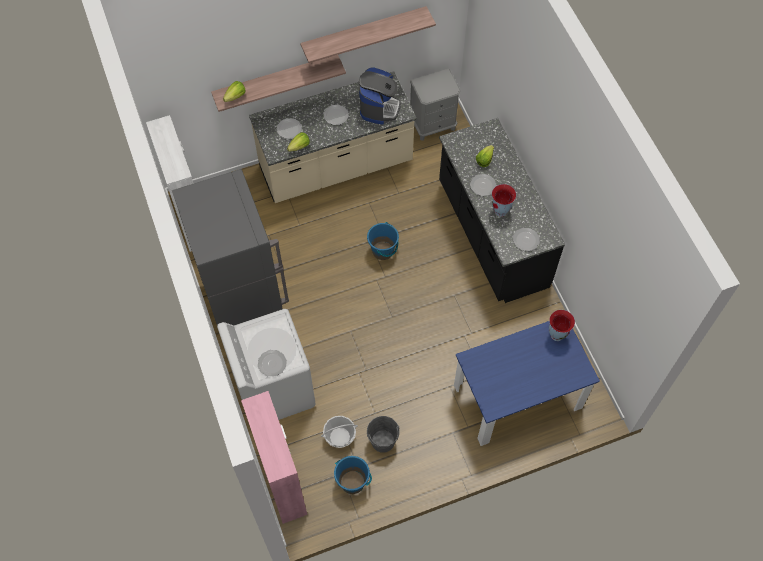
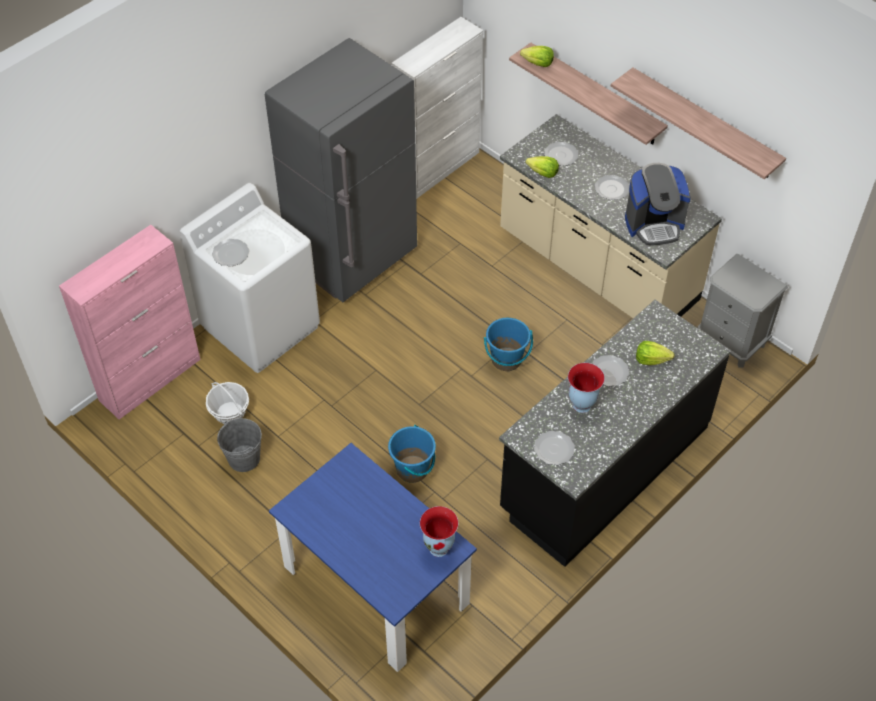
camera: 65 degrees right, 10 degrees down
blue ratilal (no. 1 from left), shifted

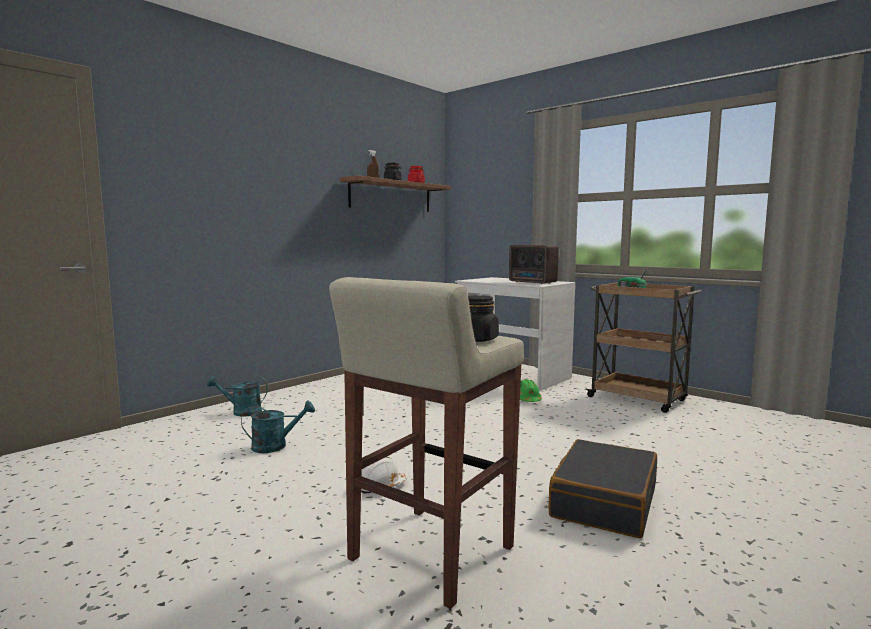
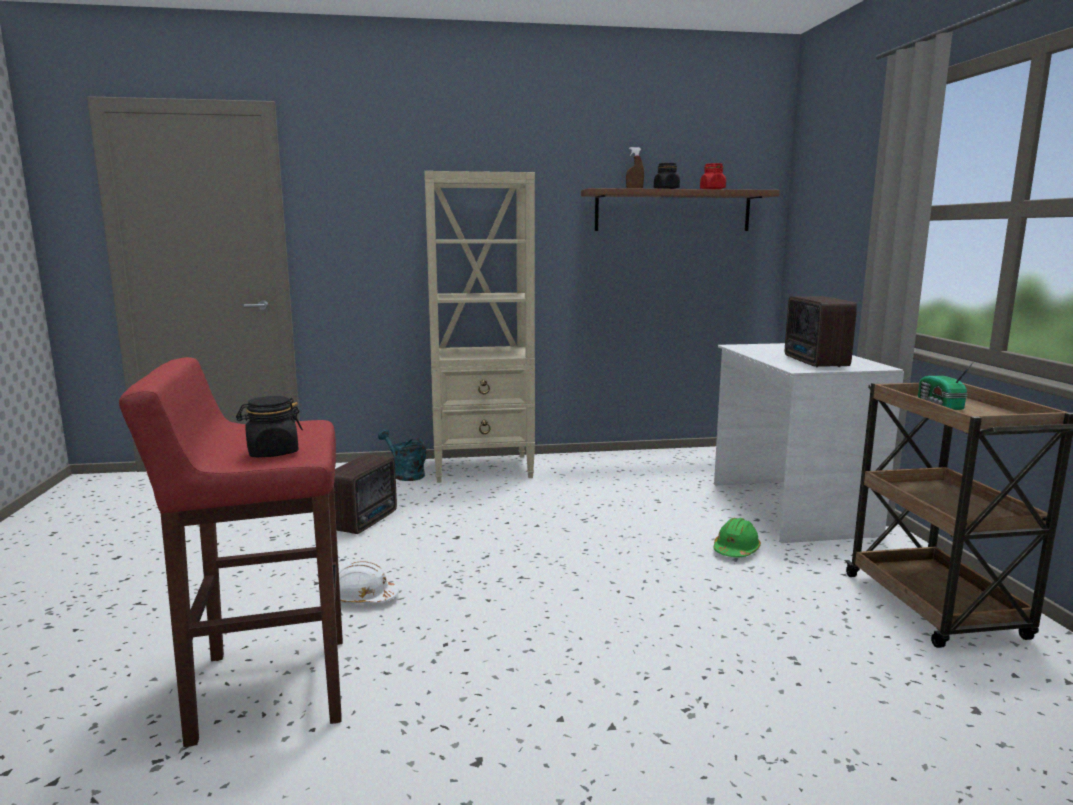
camera: 40 degrees right, 5 degrees up
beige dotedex → red dotedex
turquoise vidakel (no. 2 from left) → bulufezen (no. 1 from left)
- → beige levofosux
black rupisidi → -

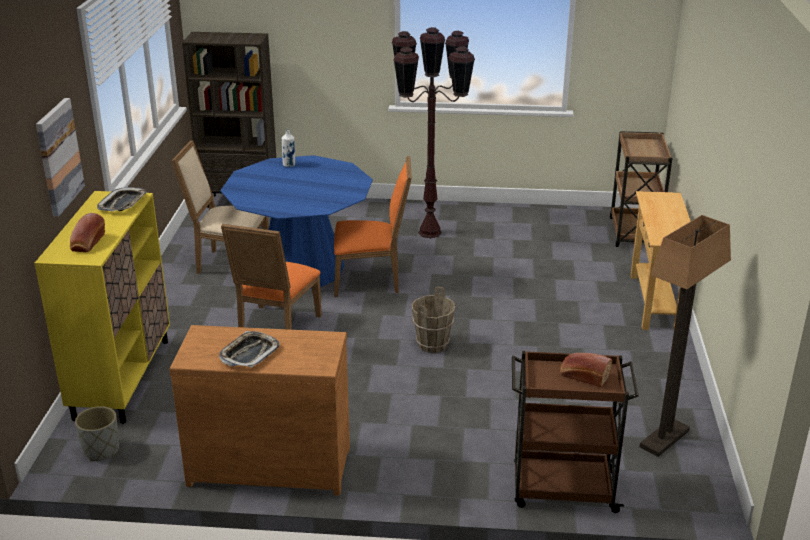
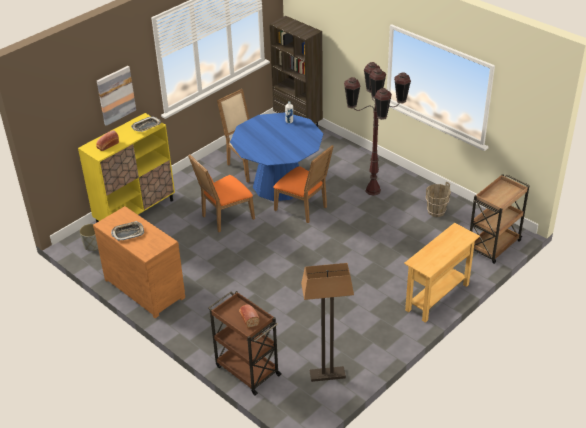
camera: 40 degrees right, 10 degrees up
brown ratilal, shifted

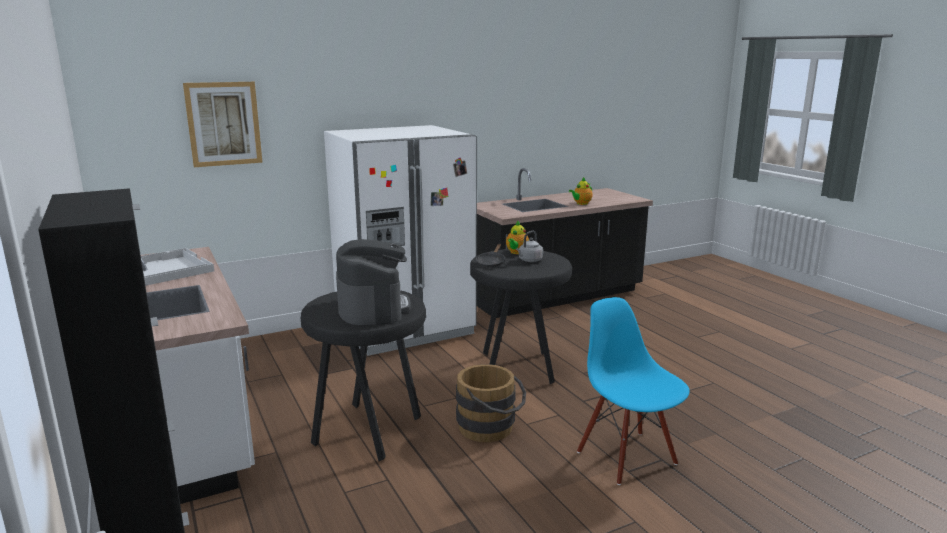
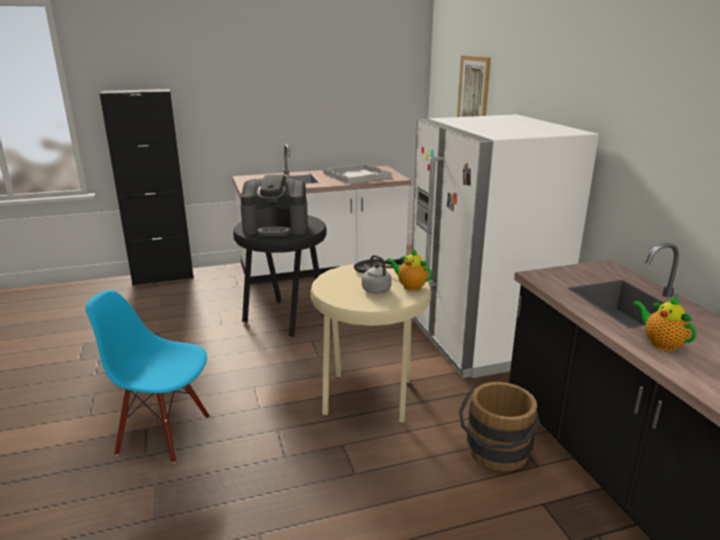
camera: 100 degrees right, 5 degrees up
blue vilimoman, 150 degrees counterclockwise
black dotedex (no. 2 from left) → beige dotedex
brown ratilal, shifted

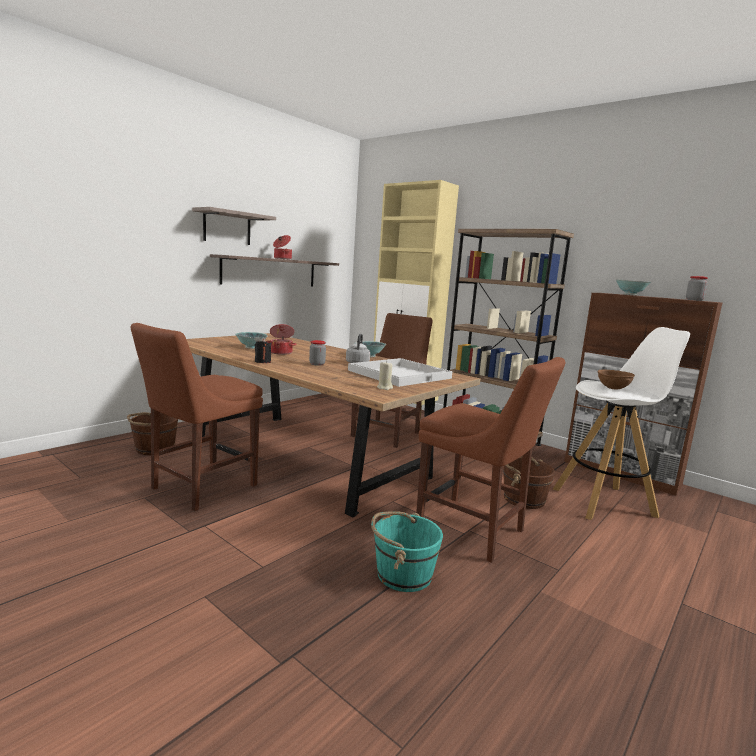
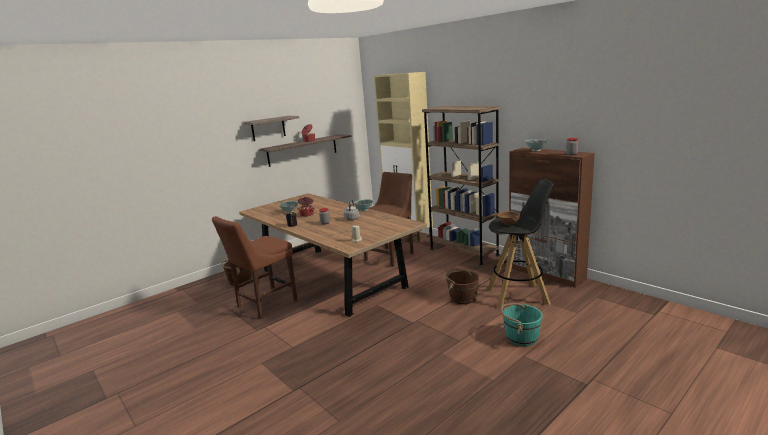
camera: 10 degrees right, 5 degrees up
white dotedex → black dotedex
turquoise ratilal, shifted
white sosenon → -
brown vilimoman (no. 3 from left) → -

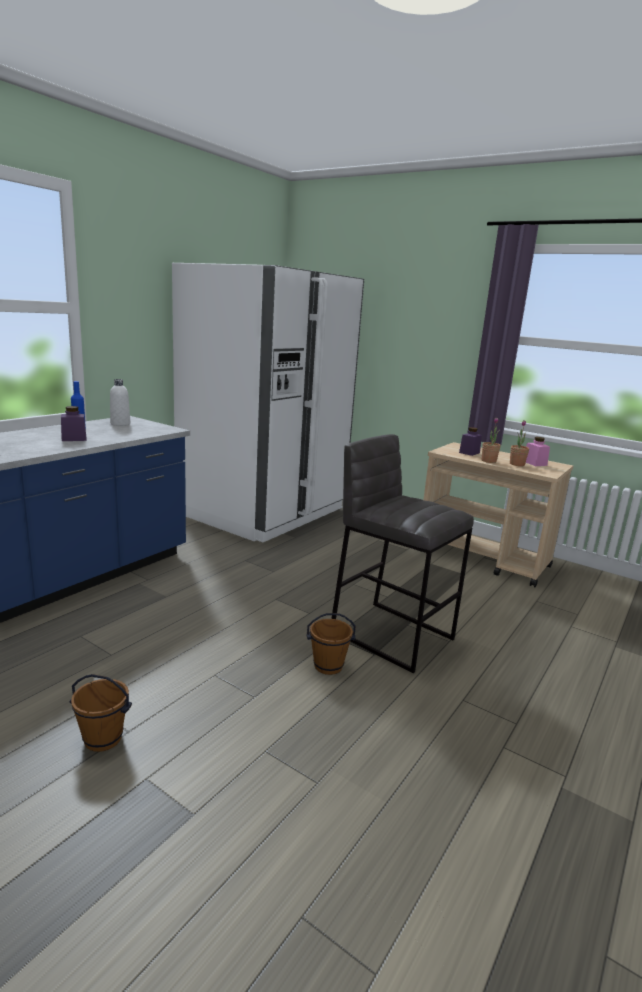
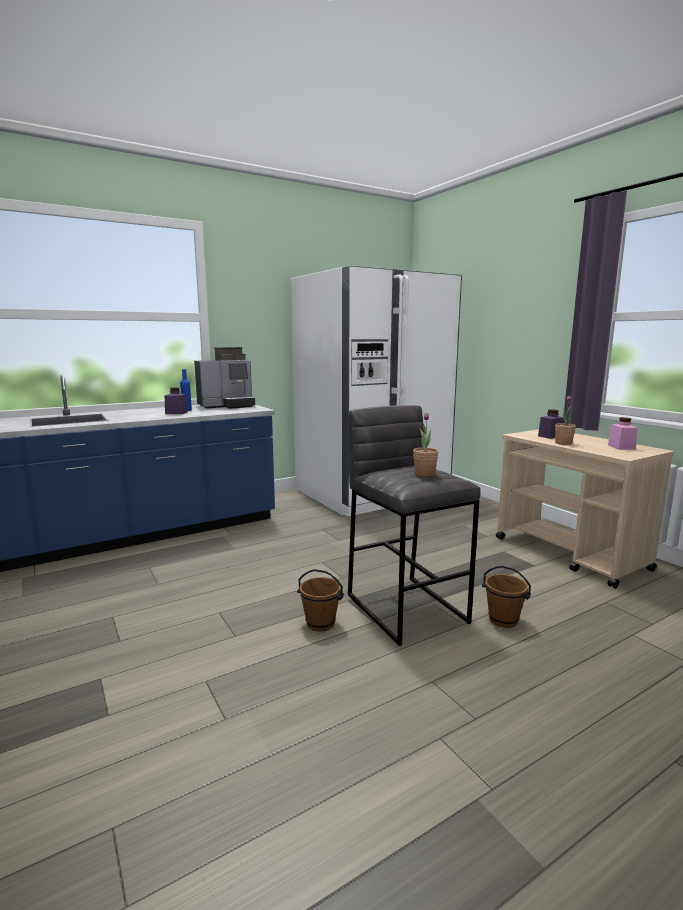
camera: 25 degrees right, 5 degrees down
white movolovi → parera
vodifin (no. 2 from left in the first image) → vodifin (no. 1 from left), shifted
brown ratilal (no. 1 from left in the first image) → brown ratilal (no. 2 from left), shifted

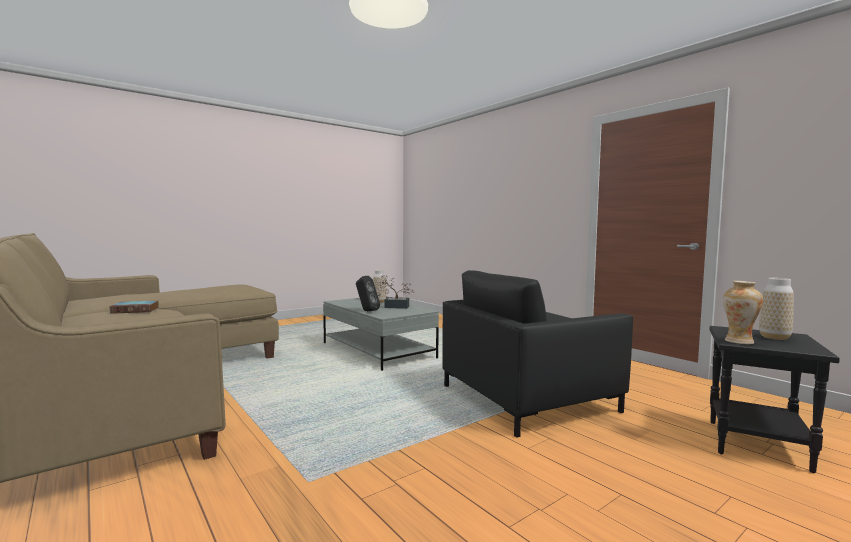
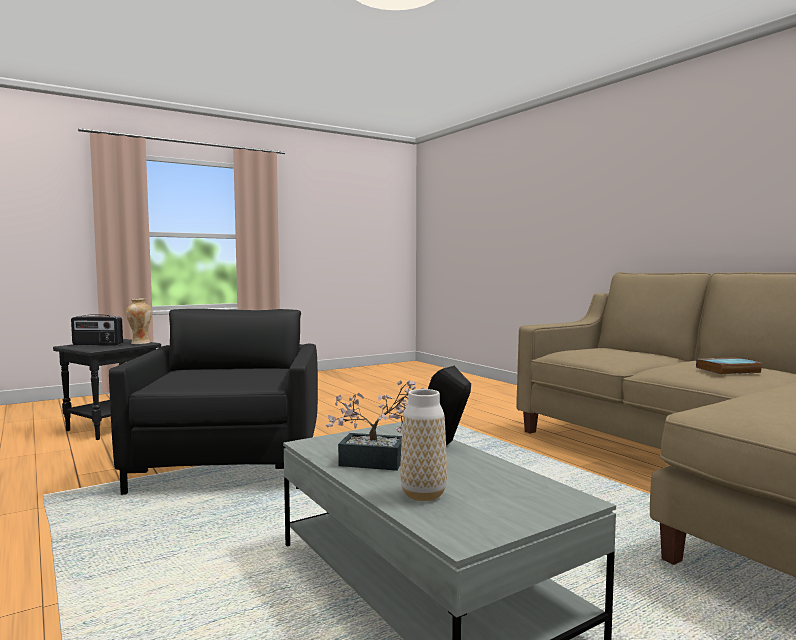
camera: 175 degrees left, 0 degrees up
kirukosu (no. 3 from left) → bulufezen
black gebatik, 75 degrees counterclockwise

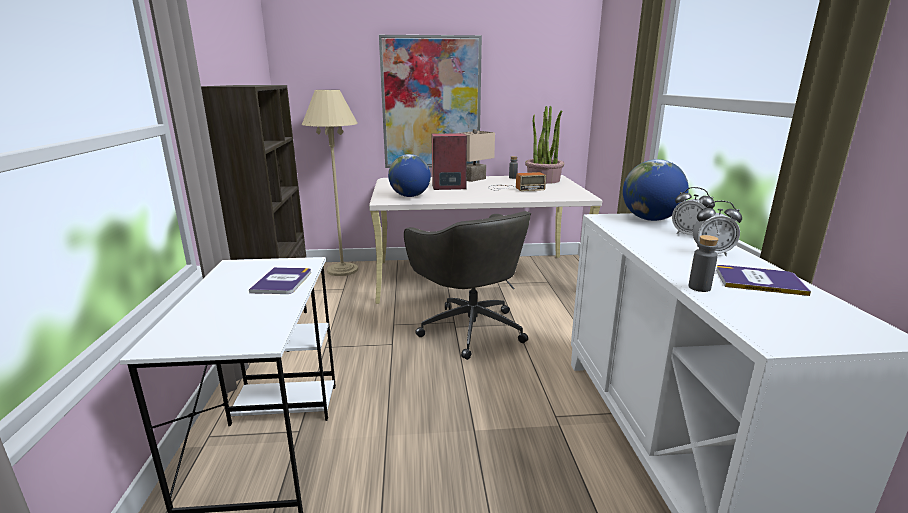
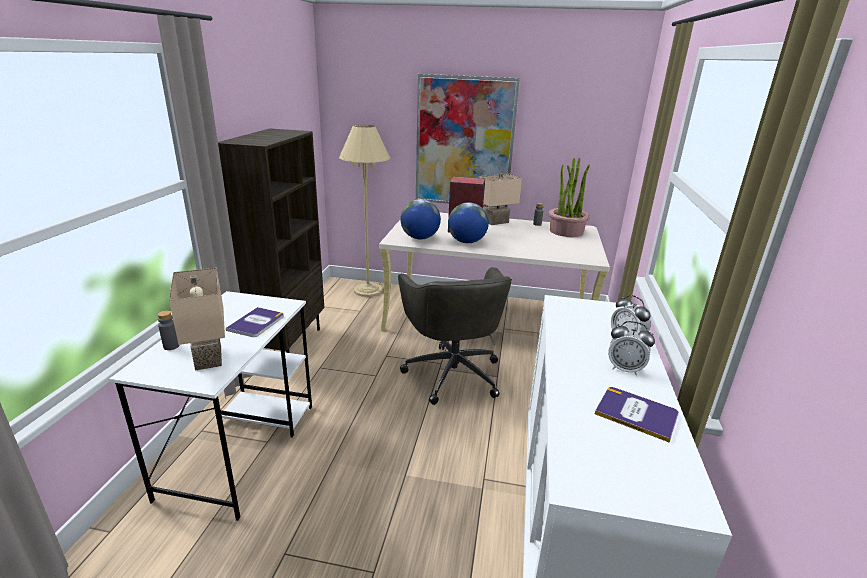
camera: 15 degrees right, 5 degrees up
grey movolovi (no. 2 from left in the first image) → grey movolovi (no. 1 from left), shifted
- → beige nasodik (no. 1 from left)
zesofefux (no. 2 from left), shifted
bulufezen → -

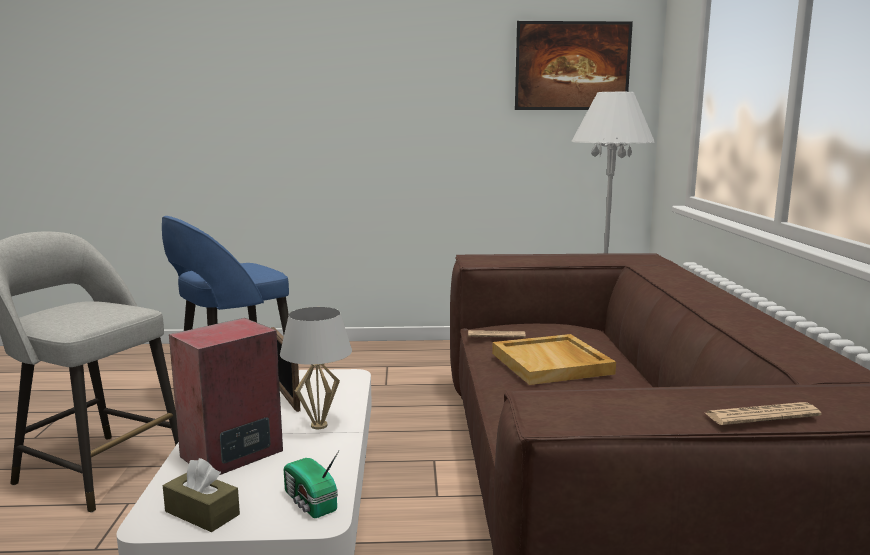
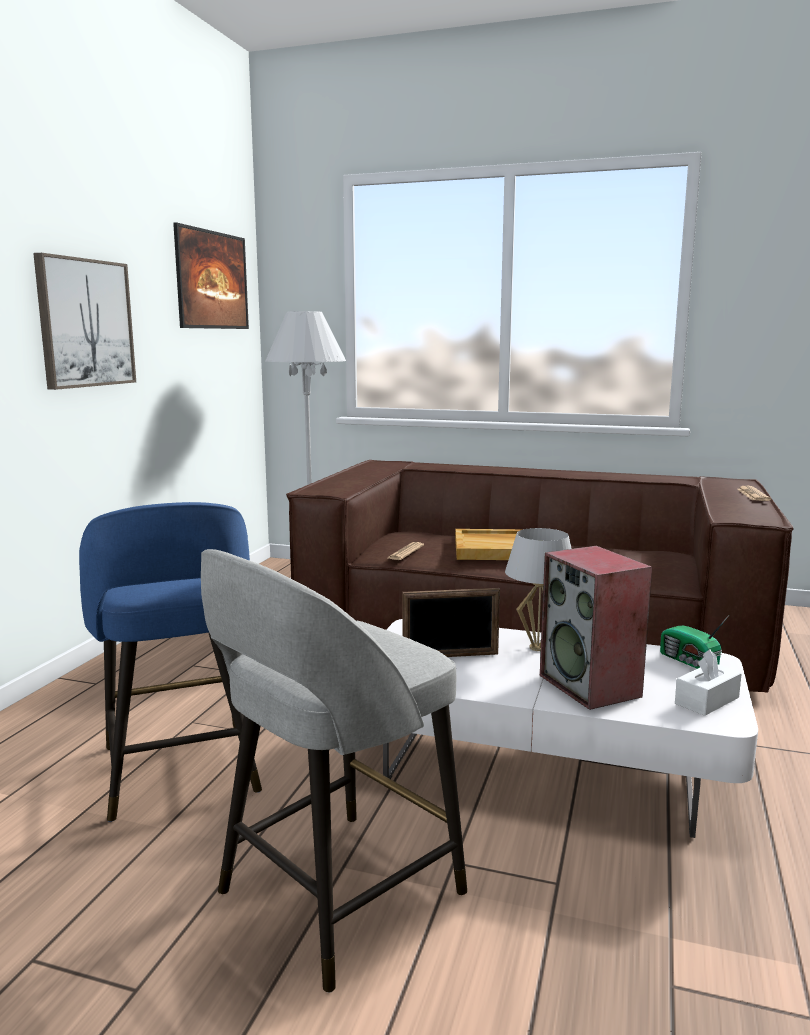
camera: 70 degrees left, 0 degrees up
- → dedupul (no. 1 from left)
bulufezen, 75 degrees clockwise
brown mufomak → white mufomak

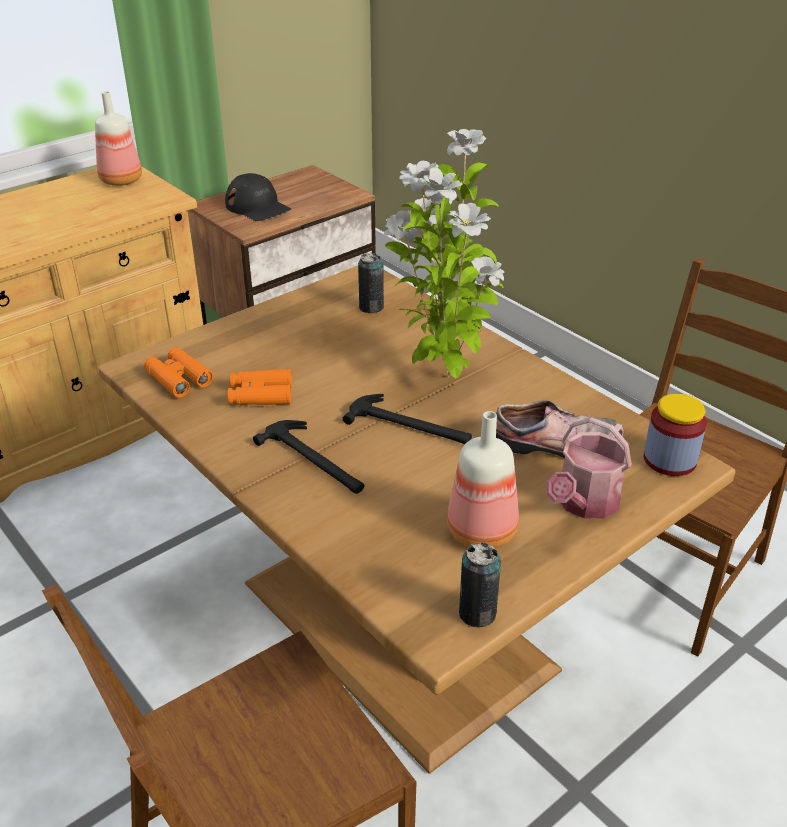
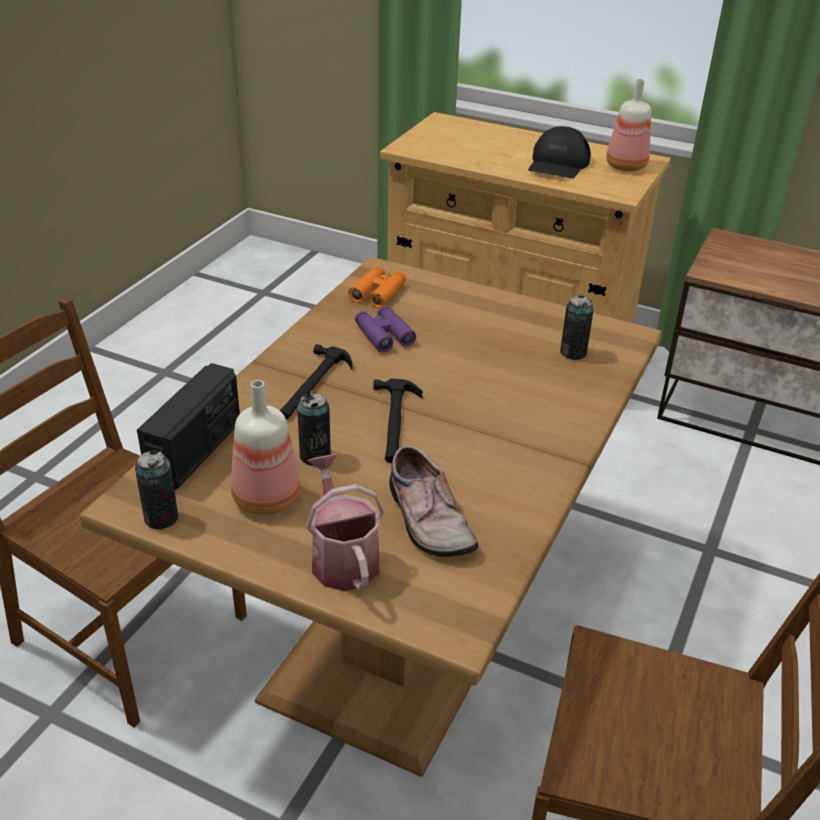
camera: 65 degrees right, 0 degrees up
- → bulufezen
- → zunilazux (no. 2 from left)
vidakel, 60 degrees clockwise
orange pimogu (no. 2 from left) → purple pimogu
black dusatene, shifted
vodifin → -
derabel → -

